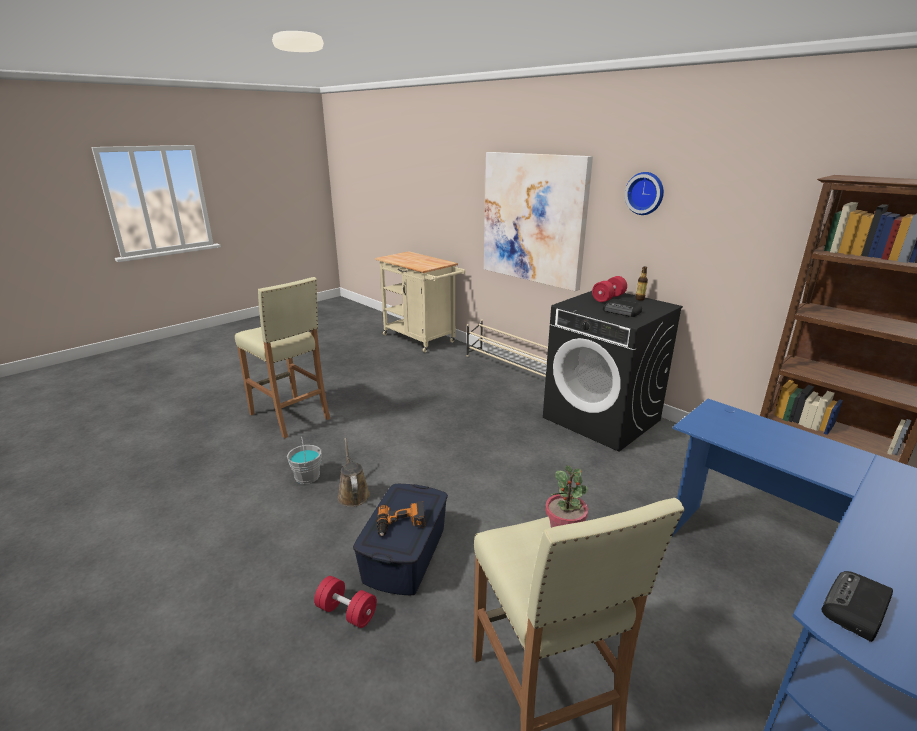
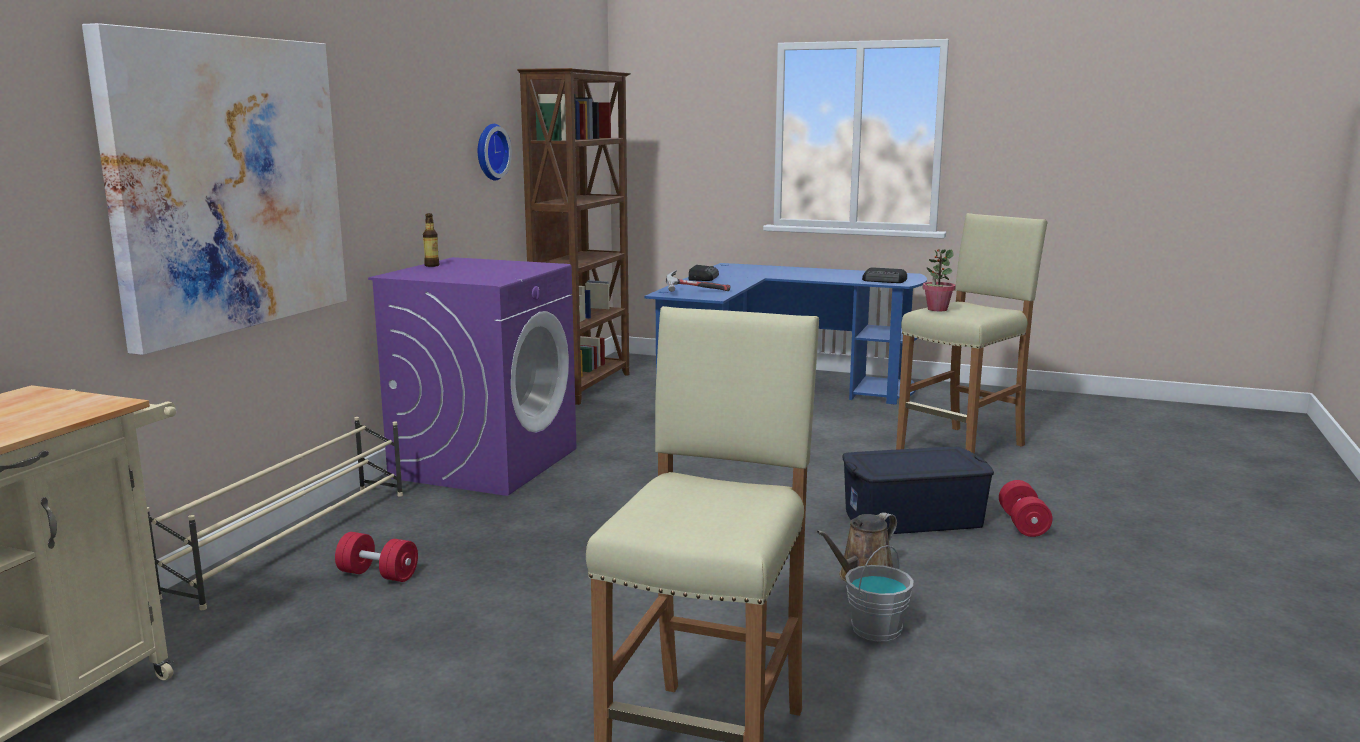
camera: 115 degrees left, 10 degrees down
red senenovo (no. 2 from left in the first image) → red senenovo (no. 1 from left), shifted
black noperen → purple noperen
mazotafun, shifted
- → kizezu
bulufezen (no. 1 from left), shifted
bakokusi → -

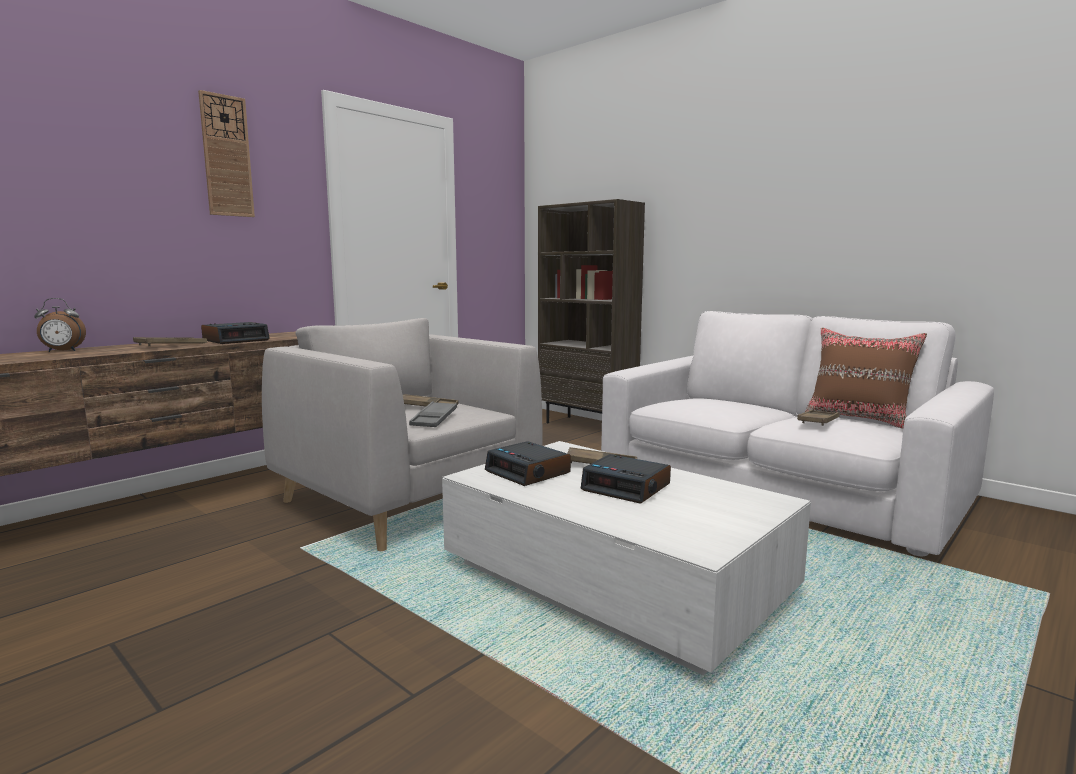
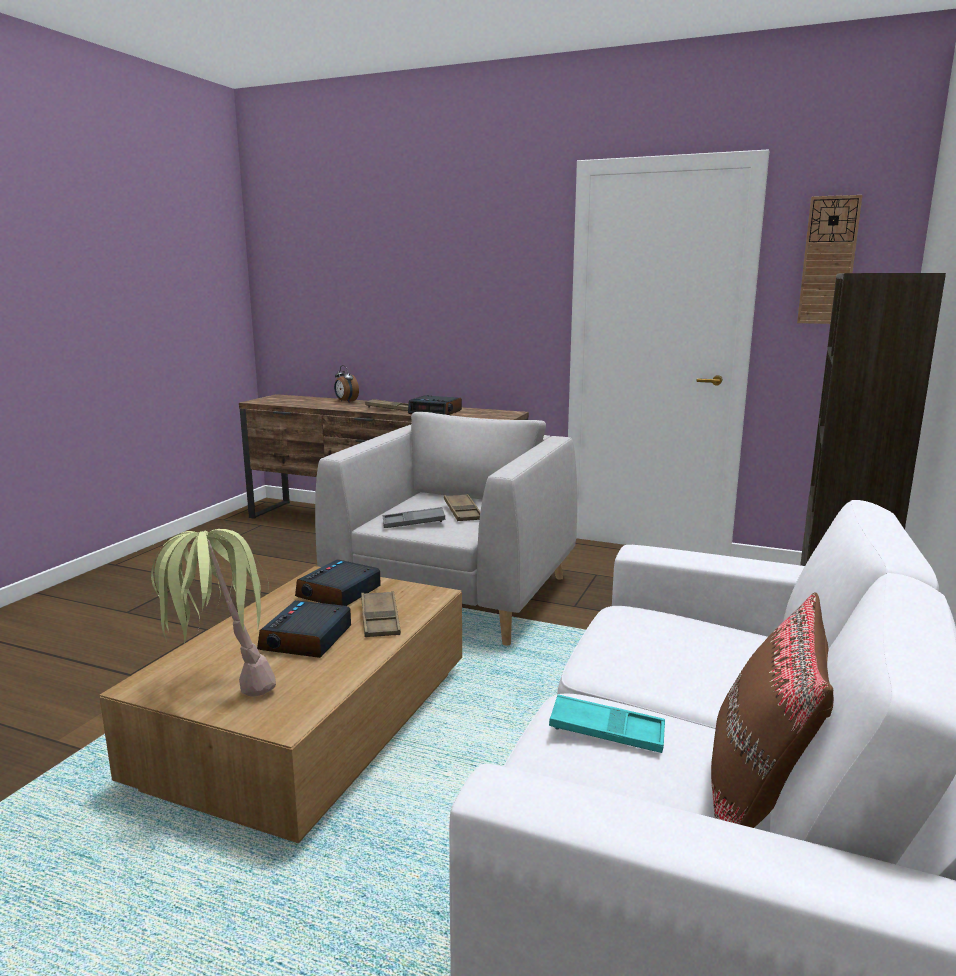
camera: 70 degrees right, 5 degrees up
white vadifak → brown vadifak
- → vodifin
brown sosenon (no. 4 from left) → turquoise sosenon
mazotafun, shifted

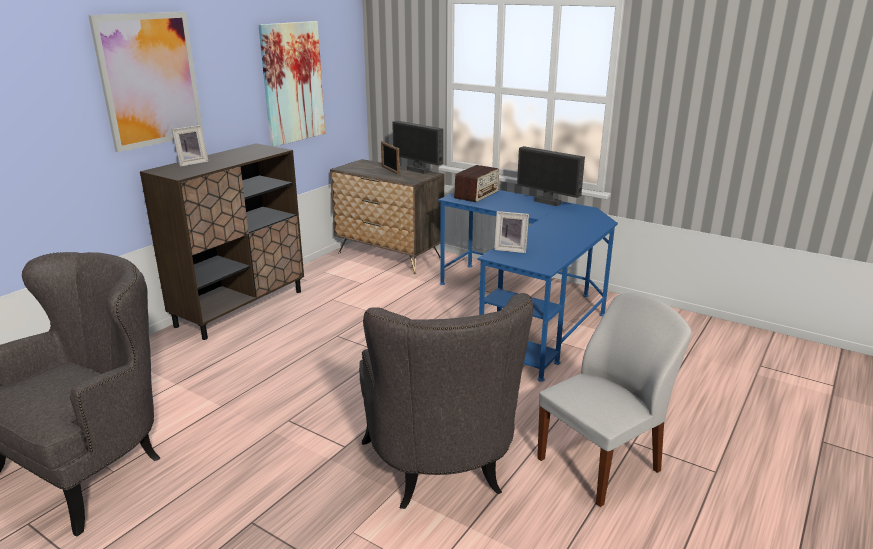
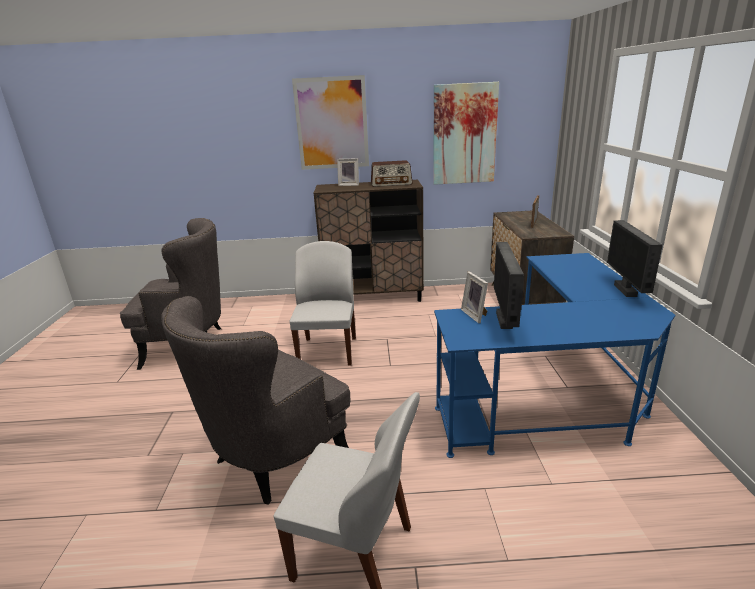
camera: 55 degrees right, 0 degrees up
- → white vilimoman (no. 1 from left)
bulufezen, shifted
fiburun (no. 1 from left), shifted

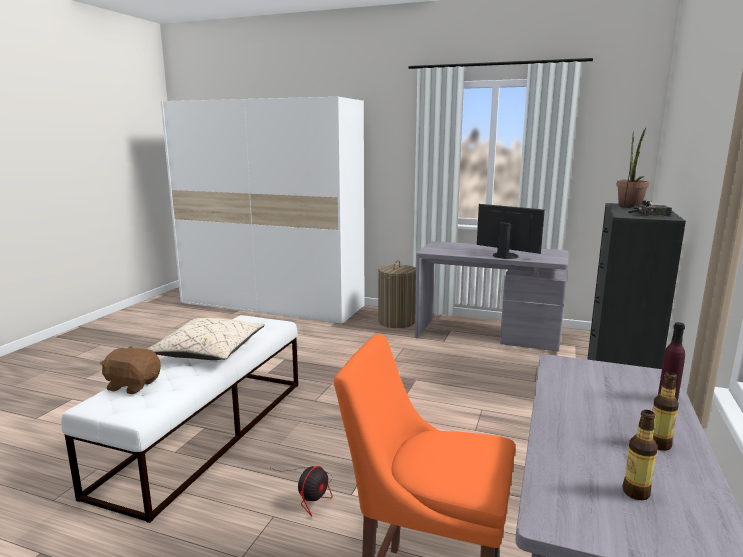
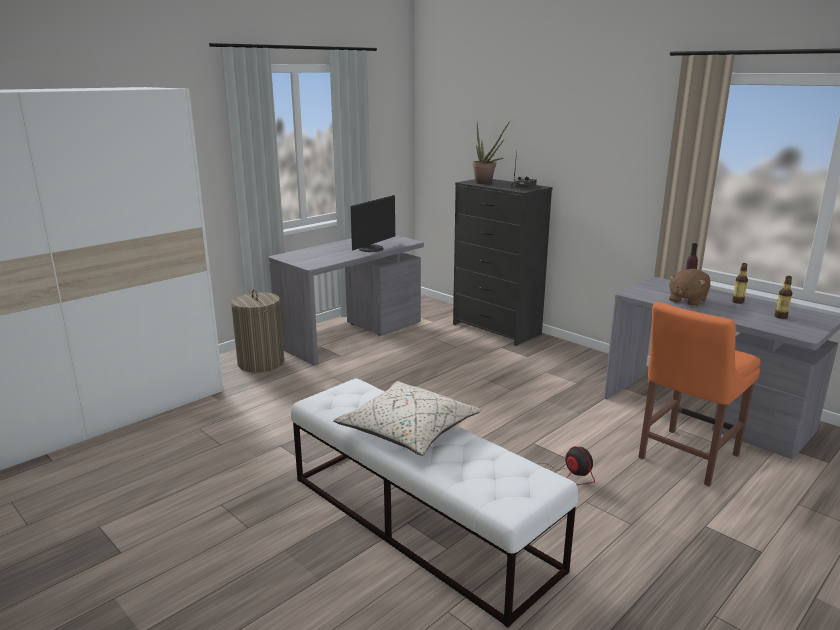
camera: 65 degrees left, 5 degrees up
fiburun, 150 degrees clockwise
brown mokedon, shifted

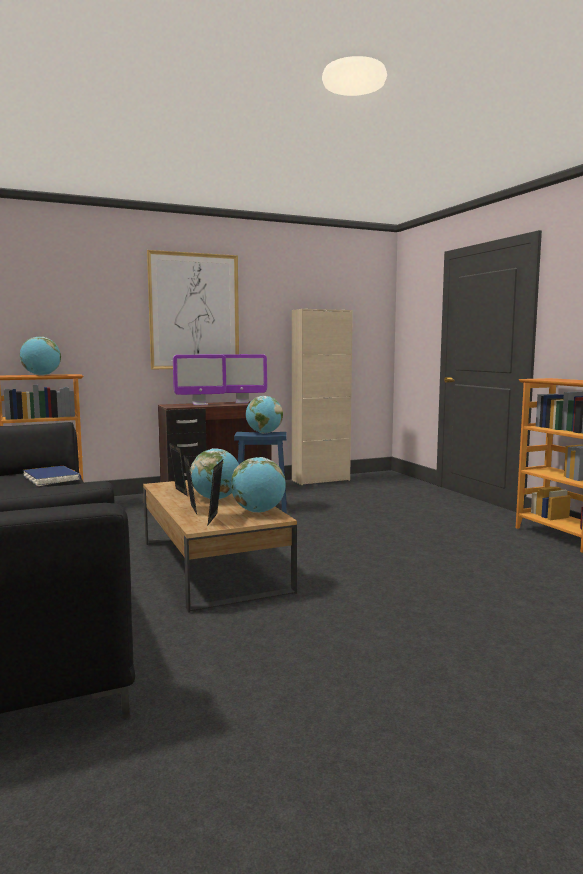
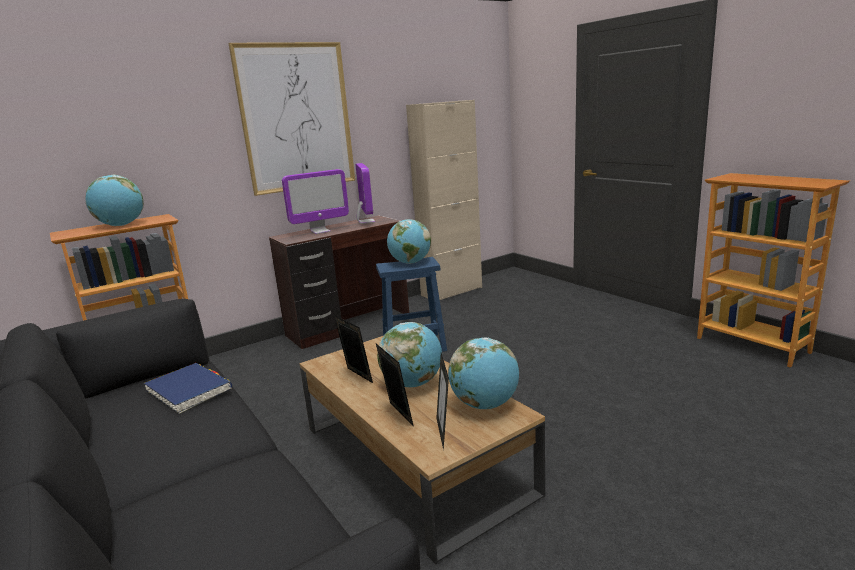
camera: 10 degrees left, 10 degrees up
fiburun (no. 2 from left), 90 degrees counterclockwise

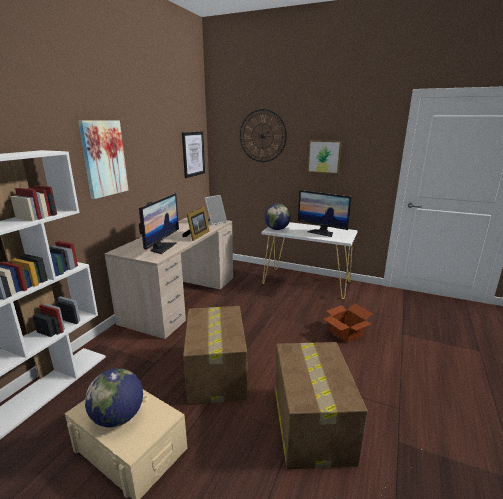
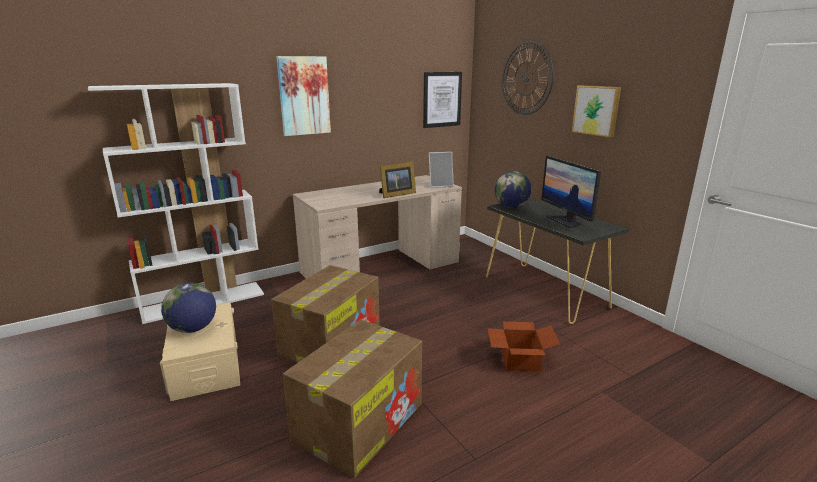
camera: 35 degrees right, 0 degrees up
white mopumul → black mopumul
fiburun (no. 1 from left) → -

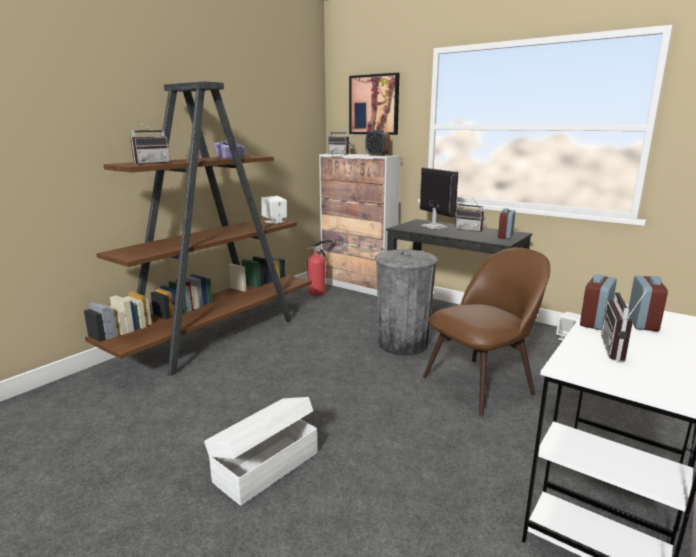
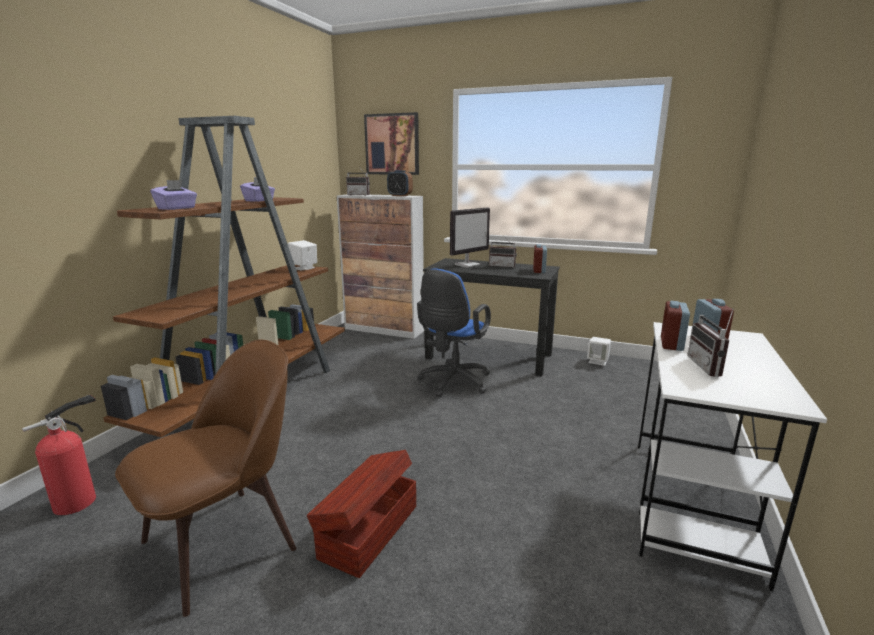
camera: 15 degrees left, 0 degrees up
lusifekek, shifted
brown vilimoman, shifted
bulufezen (no. 1 from left) → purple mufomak (no. 1 from left)
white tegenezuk → brown tegenezuk
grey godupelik → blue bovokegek
fiburun, 90 degrees clockwise

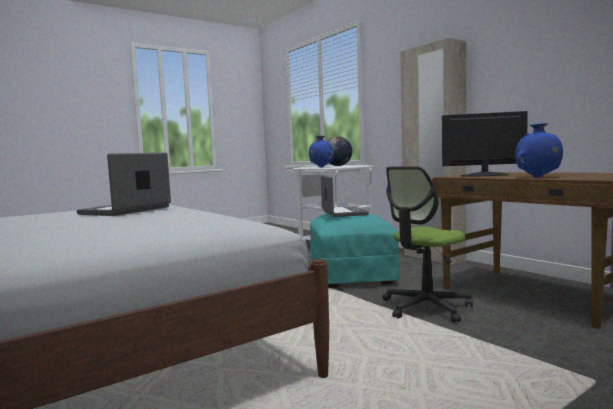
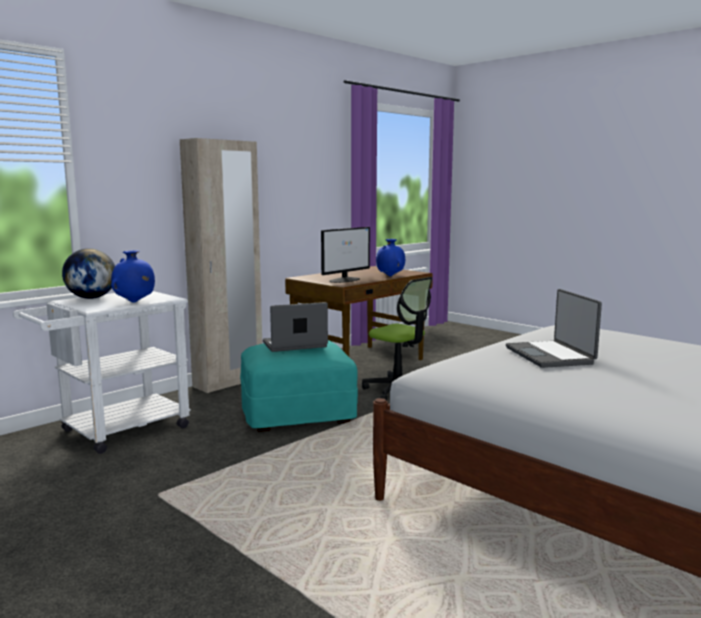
camera: 100 degrees left, 5 degrees up
fiburun, 135 degrees counterclockwise
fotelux (no. 1 from left in the first image) → fotelux (no. 2 from left), 60 degrees clockwise

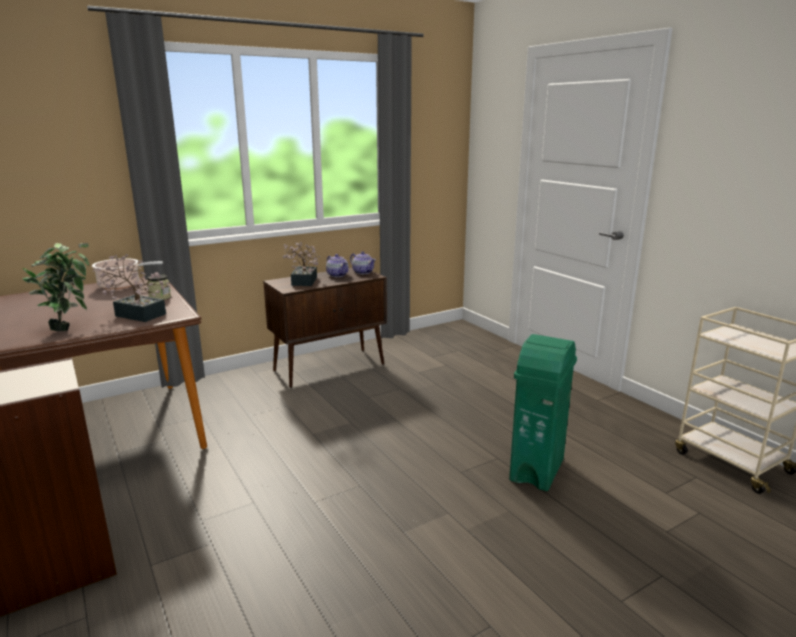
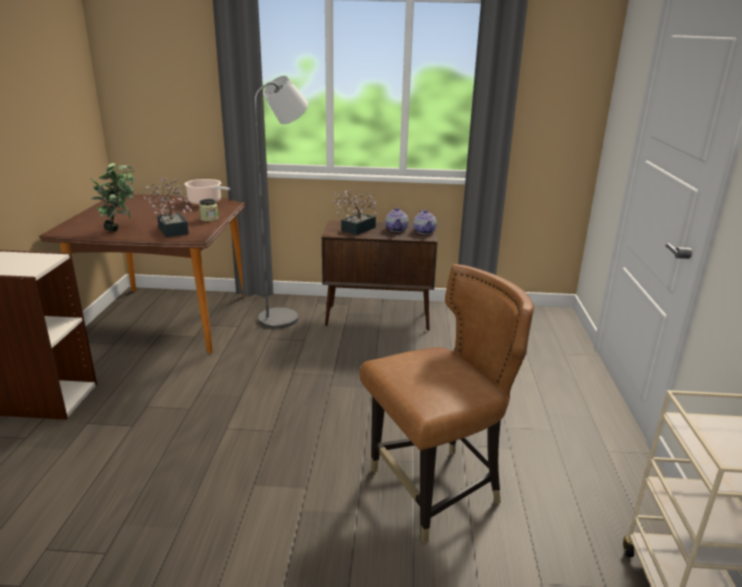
camera: 35 degrees right, 5 degrees up
- → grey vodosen
green godupelik → brown vilimoman

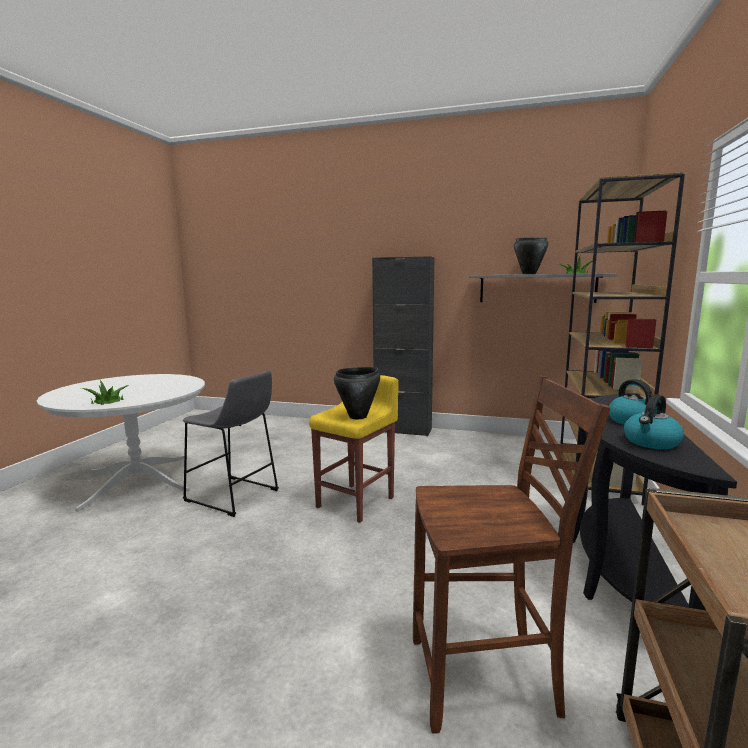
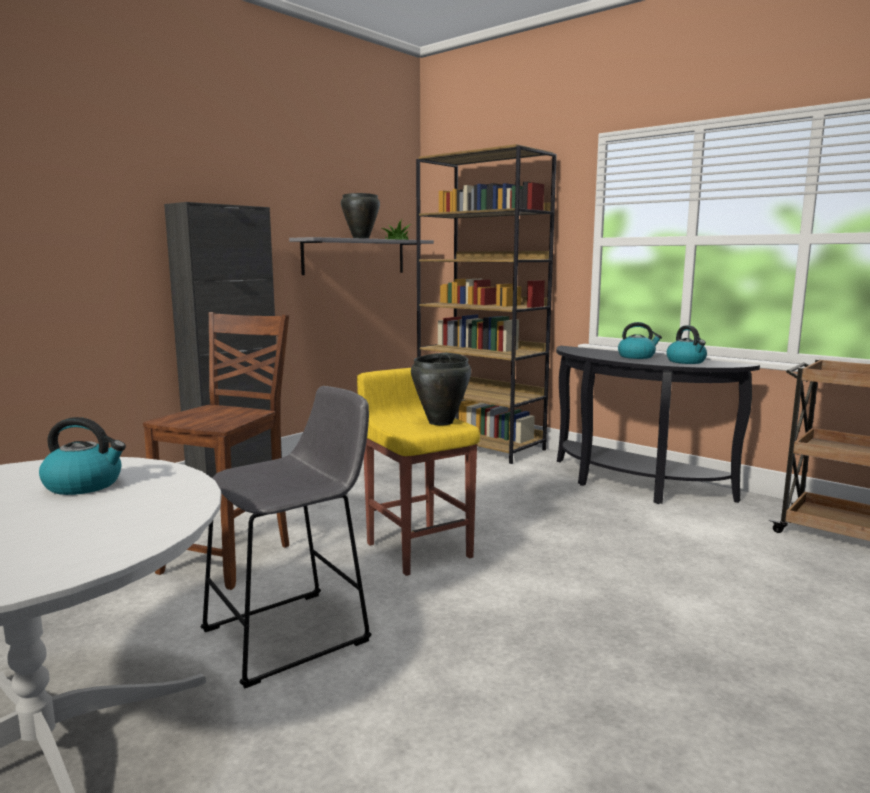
camera: 65 degrees left, 0 degrees up
- → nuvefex (no. 1 from left)
brown vilimoman, shifted
vodifin (no. 1 from left) → -

